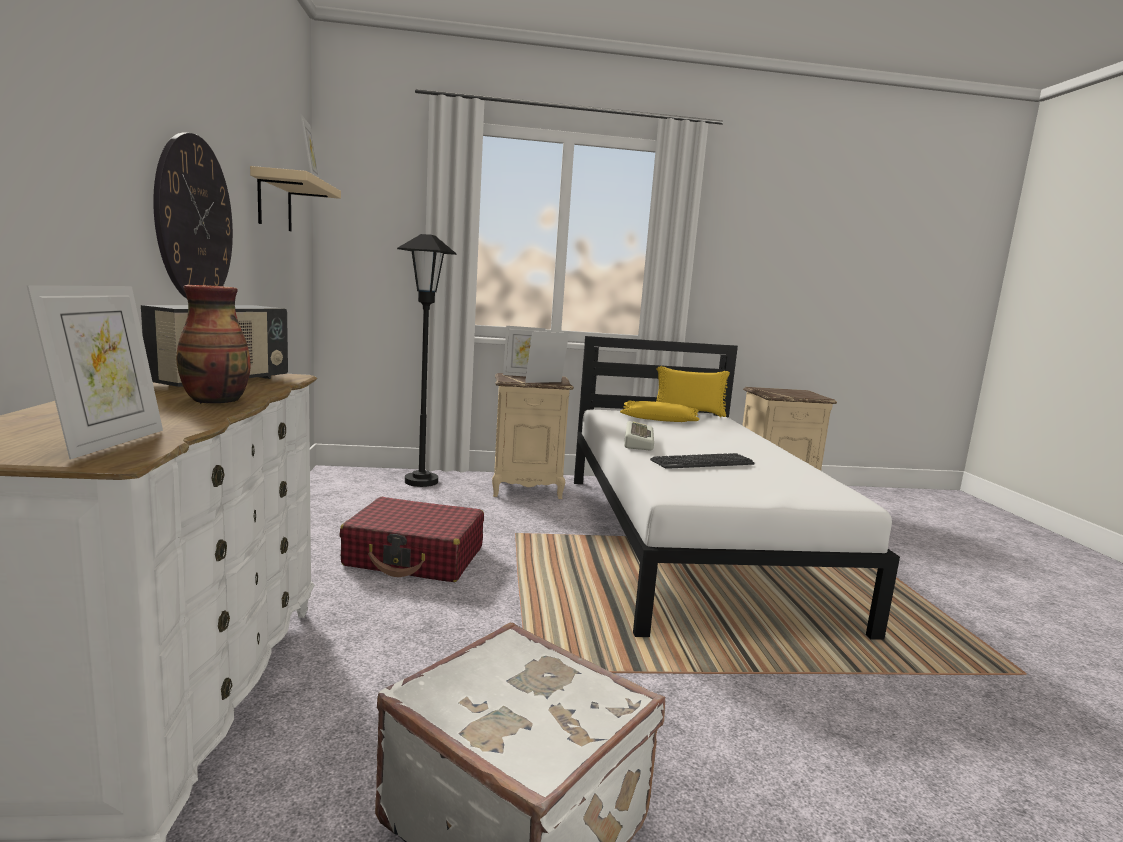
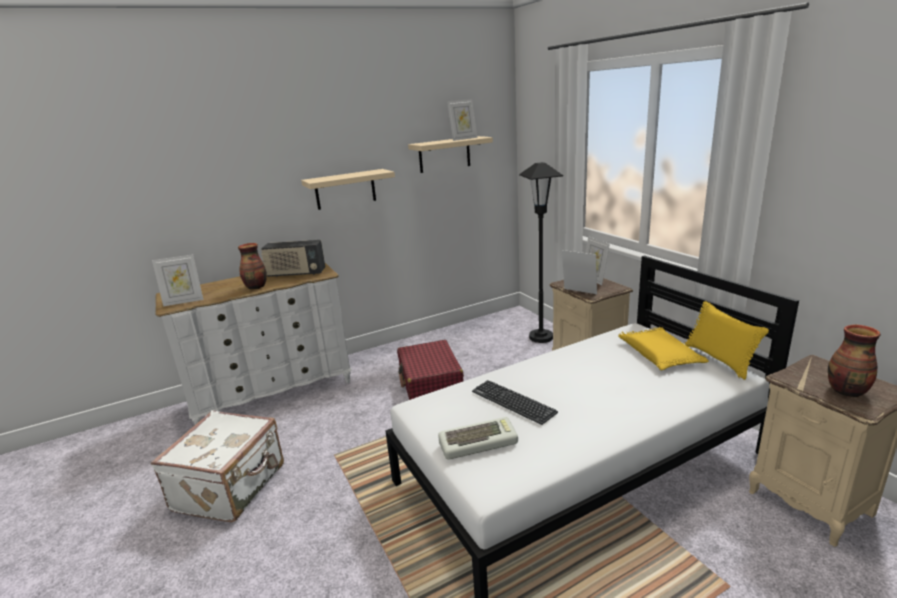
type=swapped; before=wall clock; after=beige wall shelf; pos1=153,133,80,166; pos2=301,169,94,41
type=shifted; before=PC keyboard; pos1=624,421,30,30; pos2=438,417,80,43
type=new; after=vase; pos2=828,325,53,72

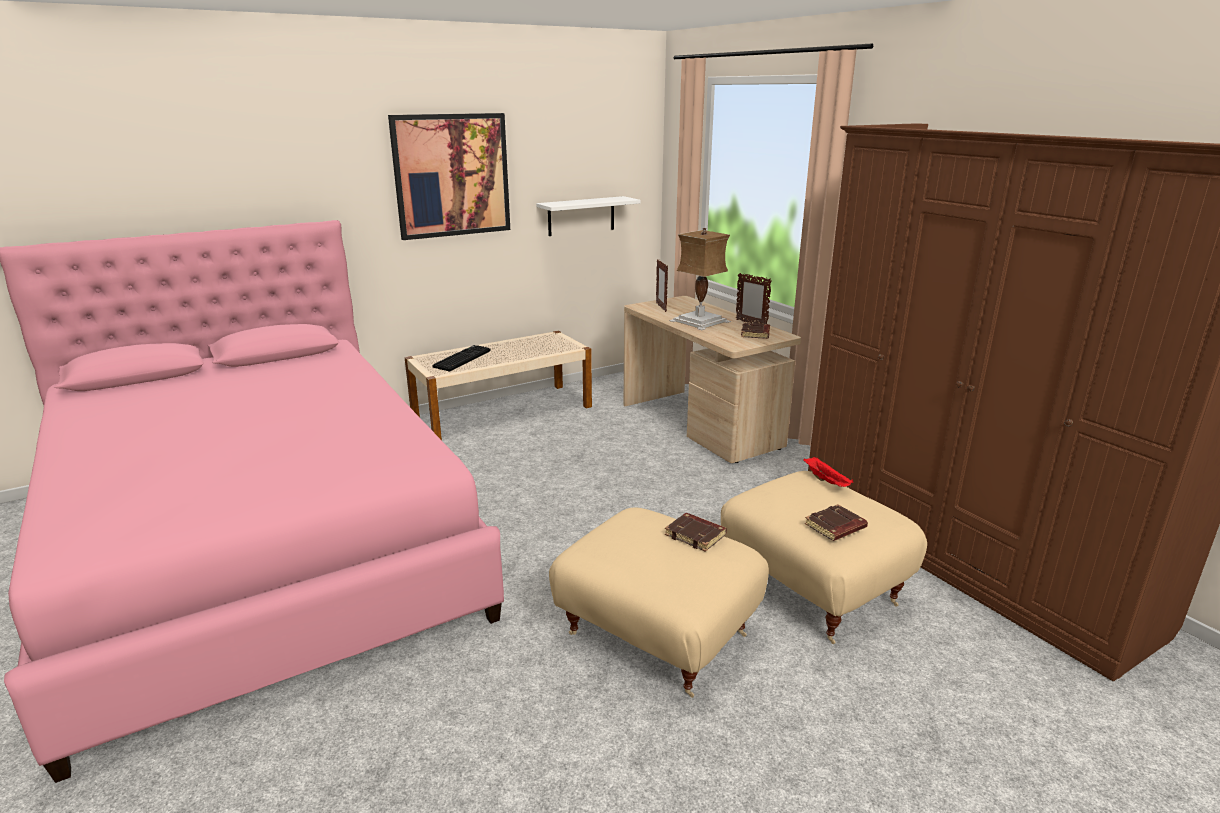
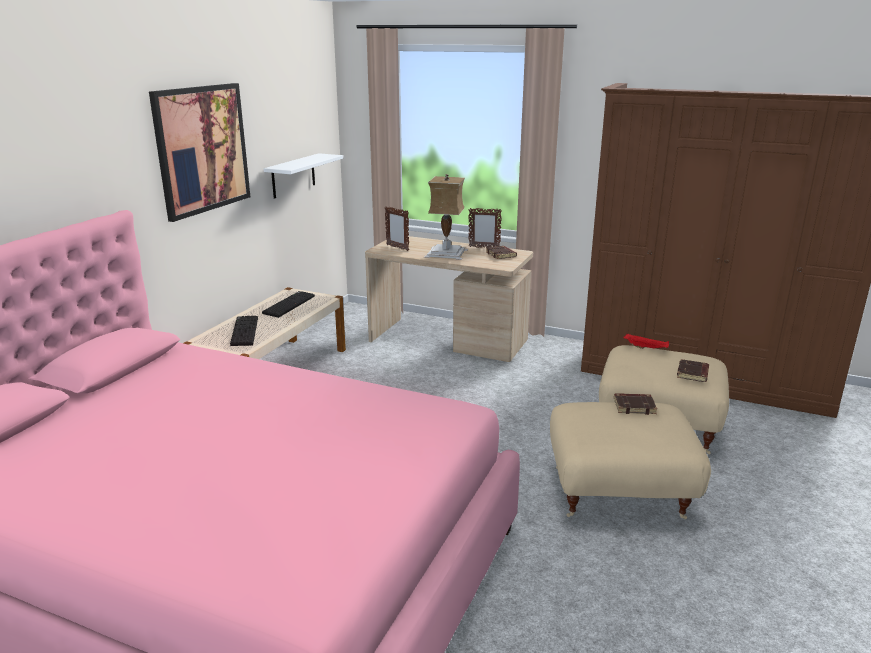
type=new; after=PC keyboard; pos2=262,291,53,27

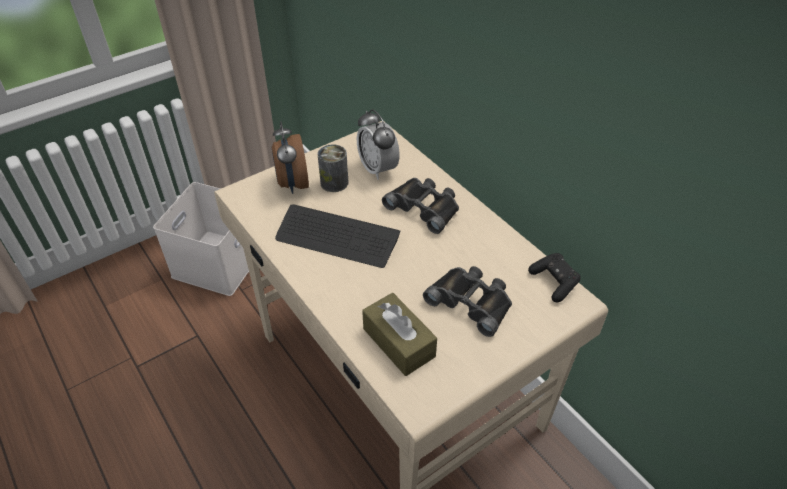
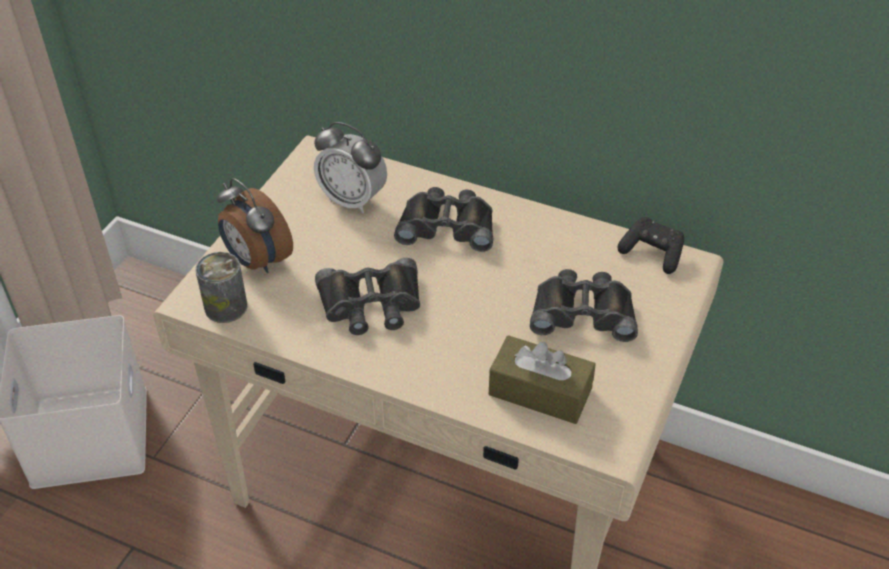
type=shifted; before=sealed can; pos1=318,144,31,48; pos2=196,252,51,71
type=swapped; before=PC keyboard; after=black-coloured binoculars; pos1=275,204,126,64; pos2=315,258,105,77

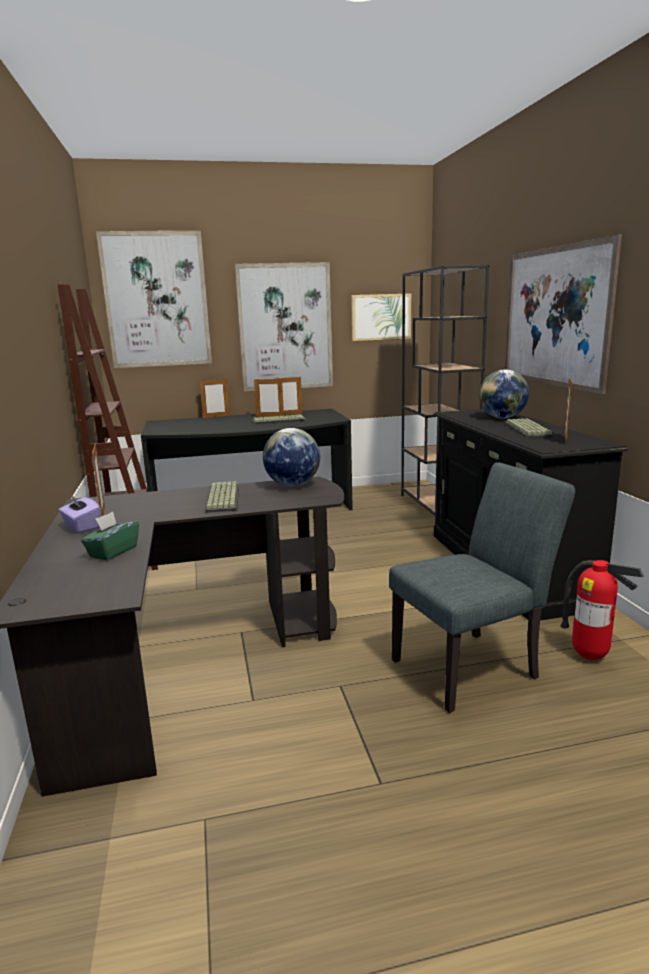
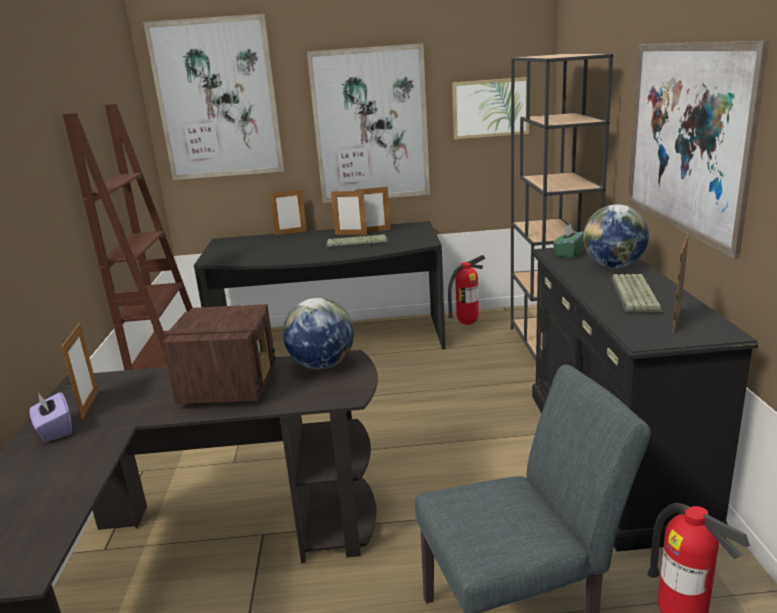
type=swapped; before=PC keyboard; after=radio receiver; pos1=205,481,34,32; pos2=162,304,114,100
type=new; after=fire extinguisher; pos2=448,255,37,70
type=shifted; before=greenish tissue holder; pos1=81,512,58,49; pos2=553,224,32,34

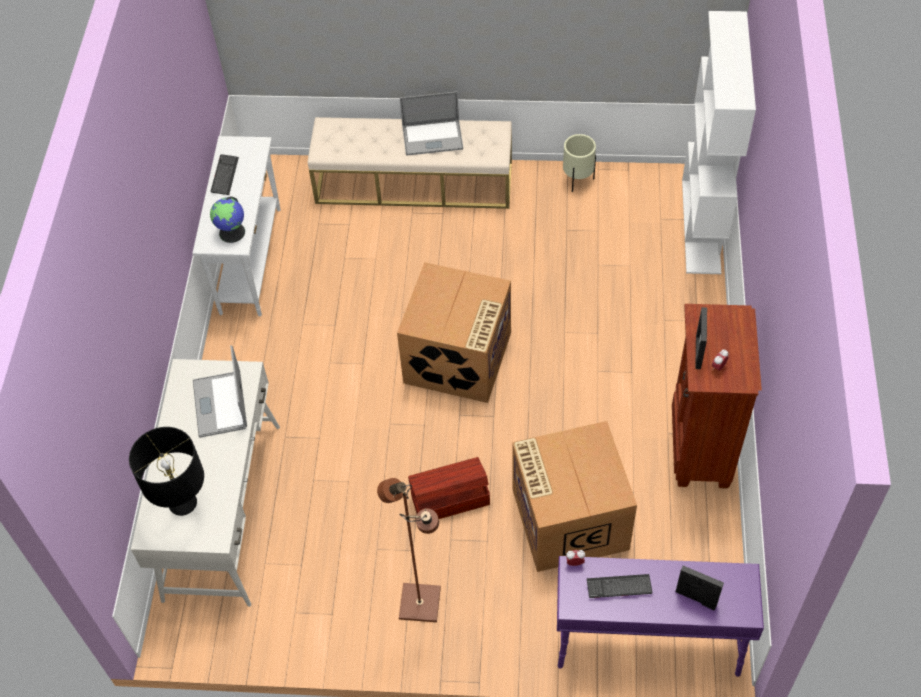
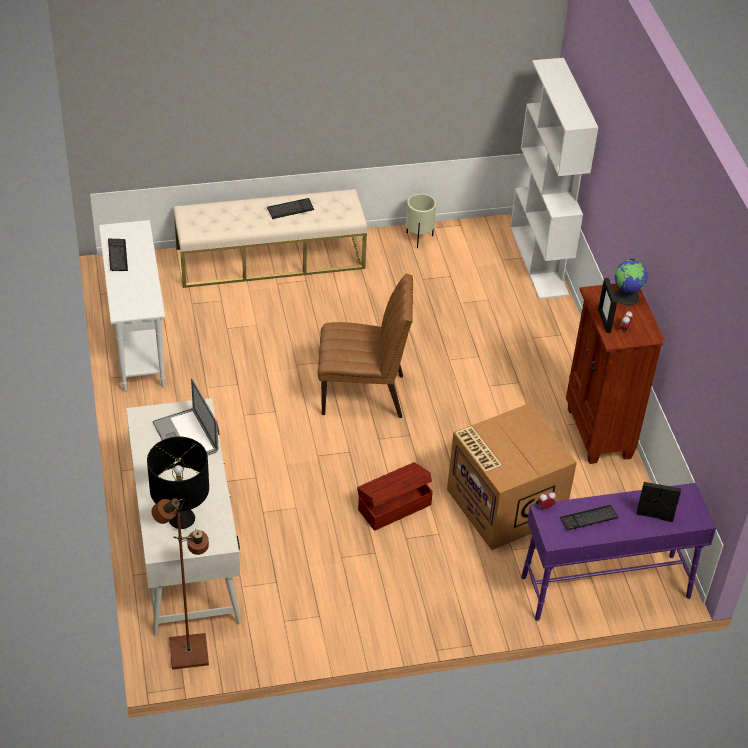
type=shifted; before=brownish standing lamp; pos1=377,478,64,144; pos2=151,498,58,172
type=swapped; before=laptop; after=PC keyboard; pos1=400,92,63,64; pos2=267,198,47,21
type=swapped; before=cardboard box; after=brownish plain chair; pos1=397,262,114,141; pos2=318,274,95,144
type=shifted; before=desk globe; pos1=210,197,35,46; pos2=614,259,33,47

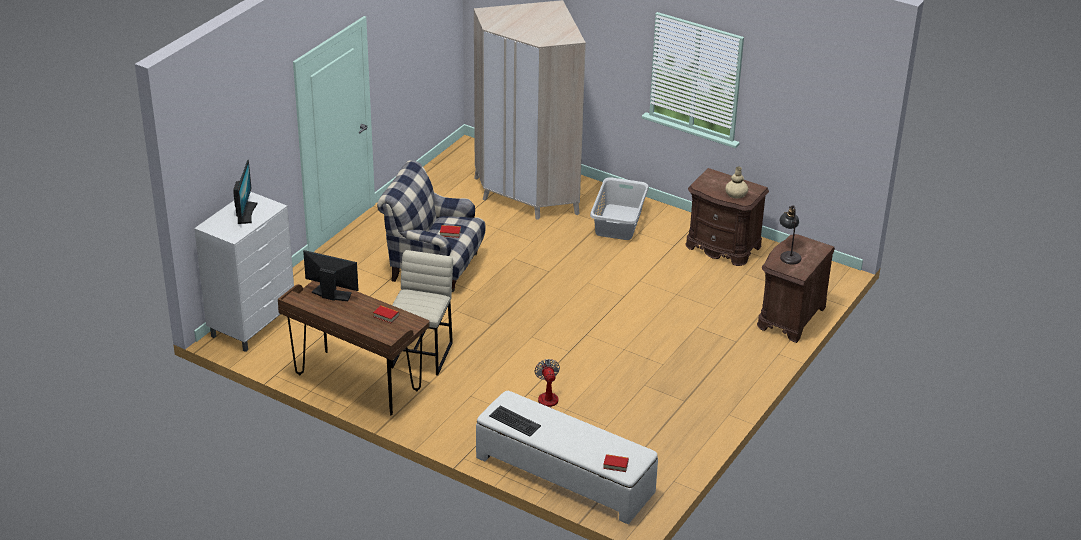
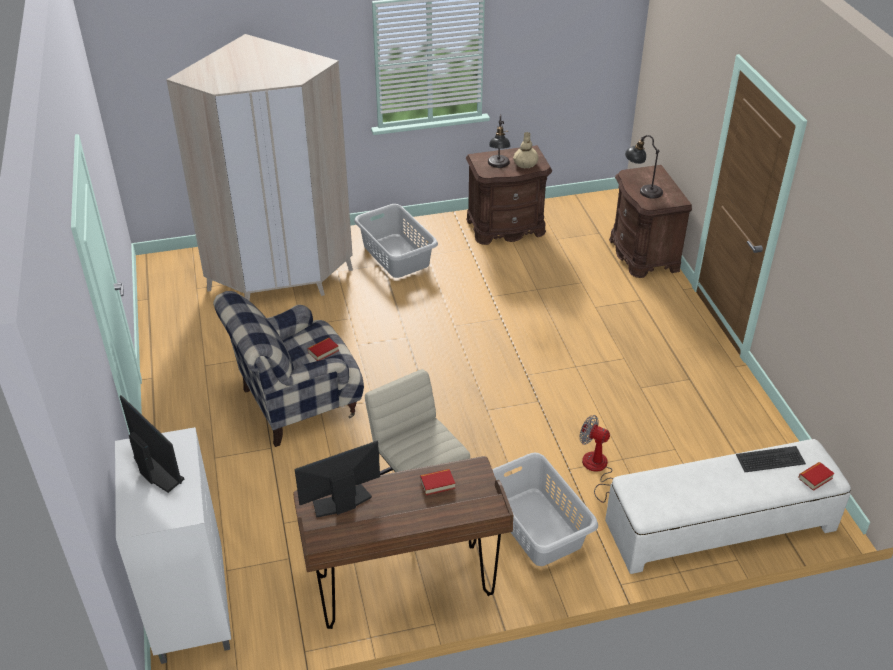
type=new; after=grey lamp for a table; pos2=488,114,23,54
type=new; after=grey washing basket; pos2=492,452,106,114
type=shifted; before=PC keyboard; pos1=489,406,52,30; pos2=736,446,70,26

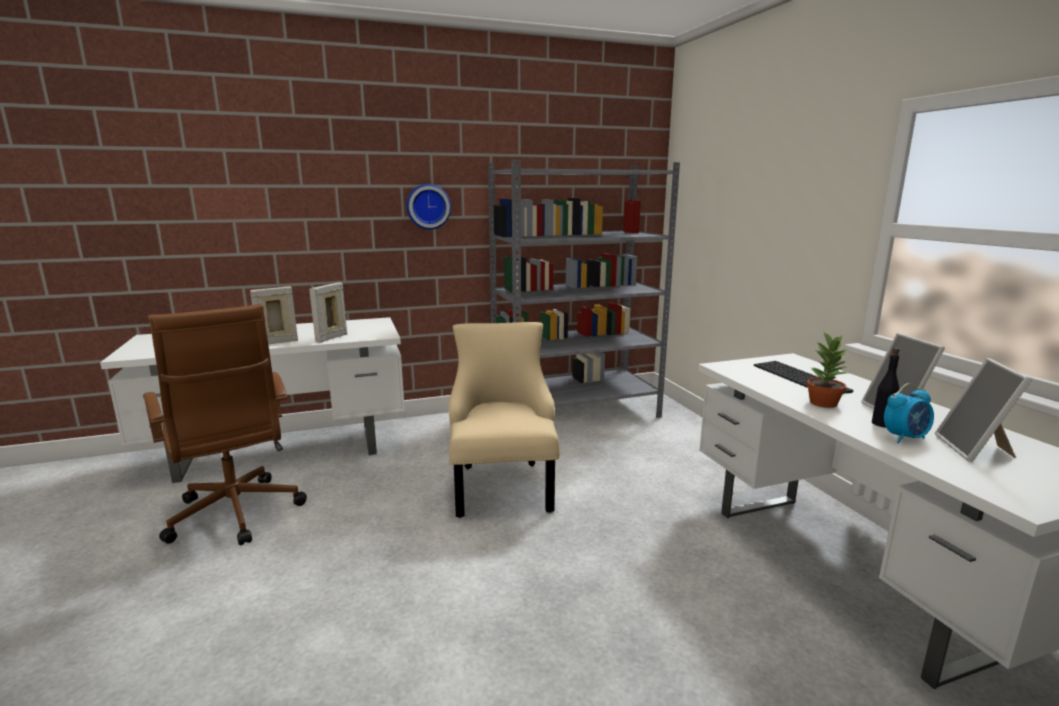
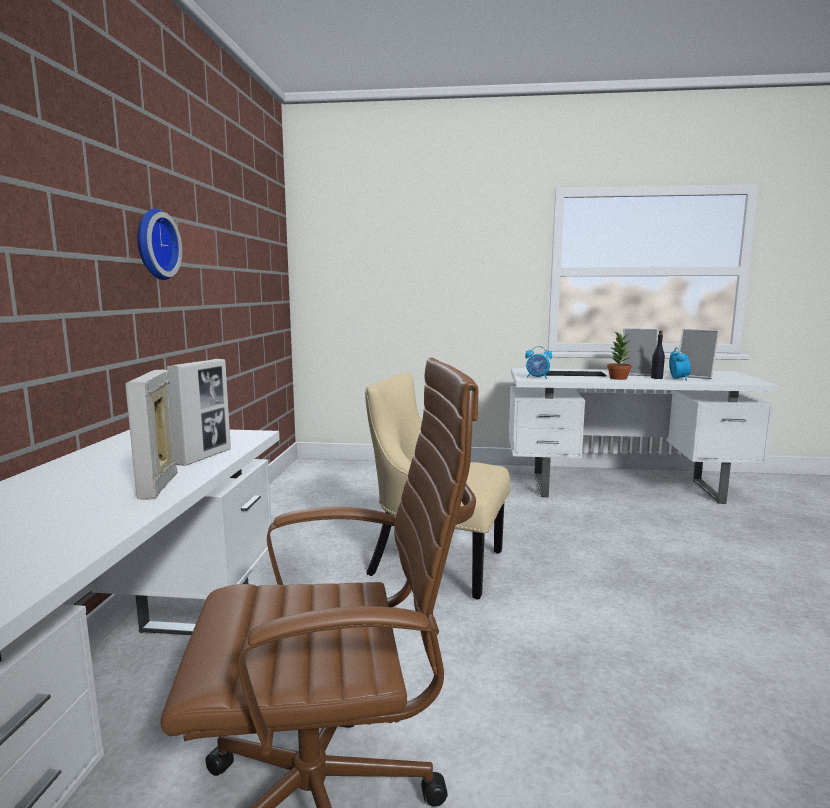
type=rotated; before=photo frame; pos1=309,283,38,60; pos2=167,359,64,107; turn=-120
type=new; after=alarm clock; pos2=525,346,27,33
type=gone; before=grey bookcase; pos1=488,160,192,258

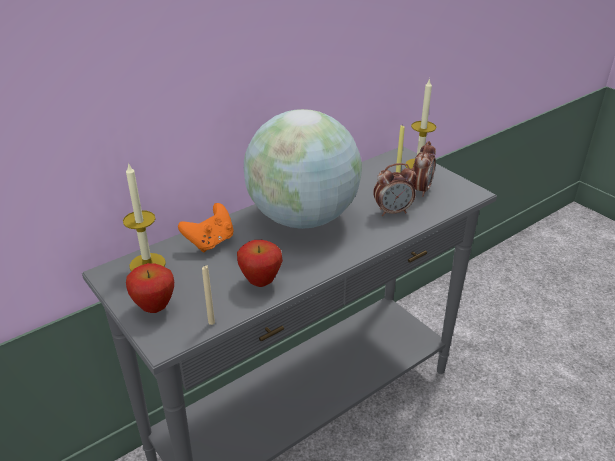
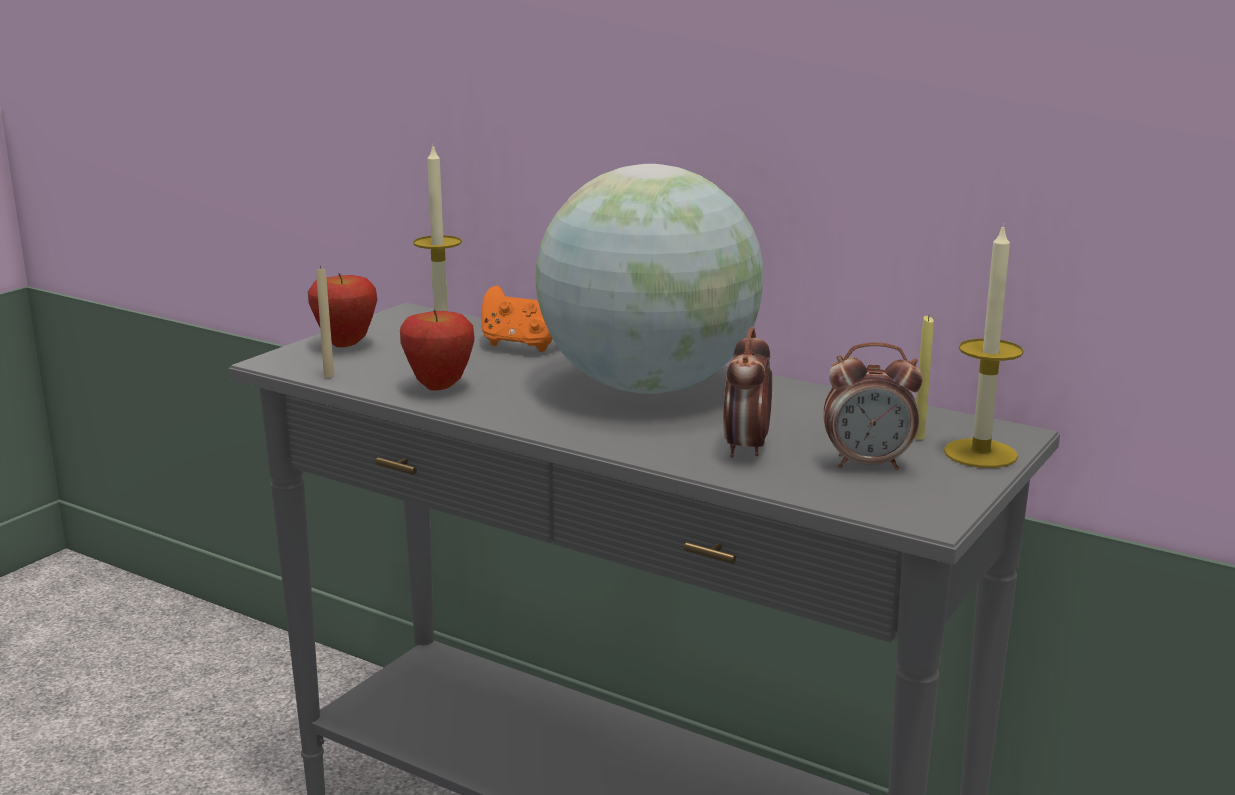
type=rotated; before=alarm clock; pos1=373,163,44,53; pos2=723,326,49,132; turn=45

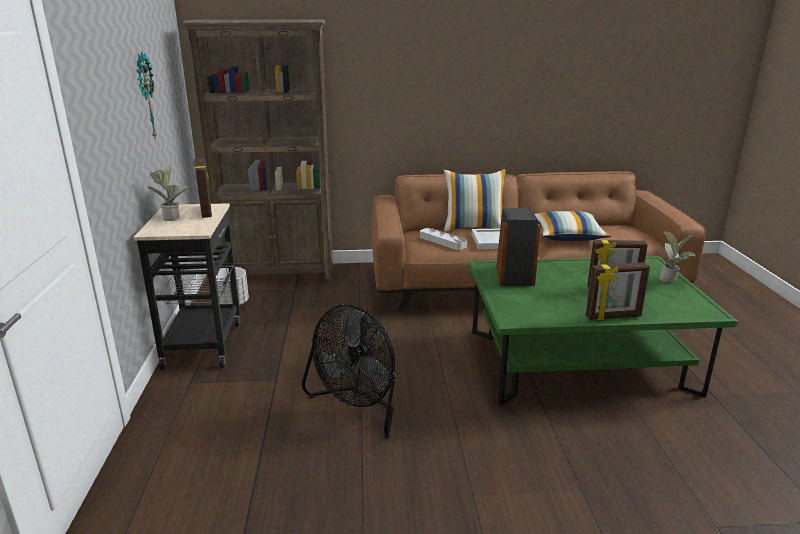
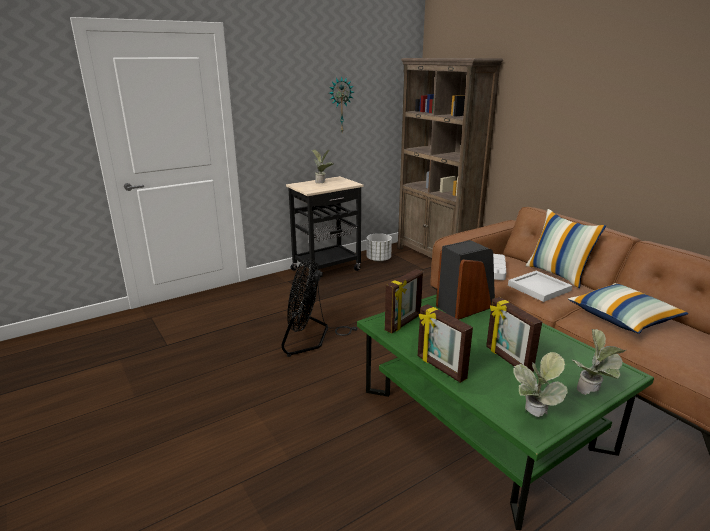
type=shifted; before=photo frame; pos1=194,158,18,60; pos2=385,269,38,64
type=new; after=potted plant; pos2=514,352,54,65

